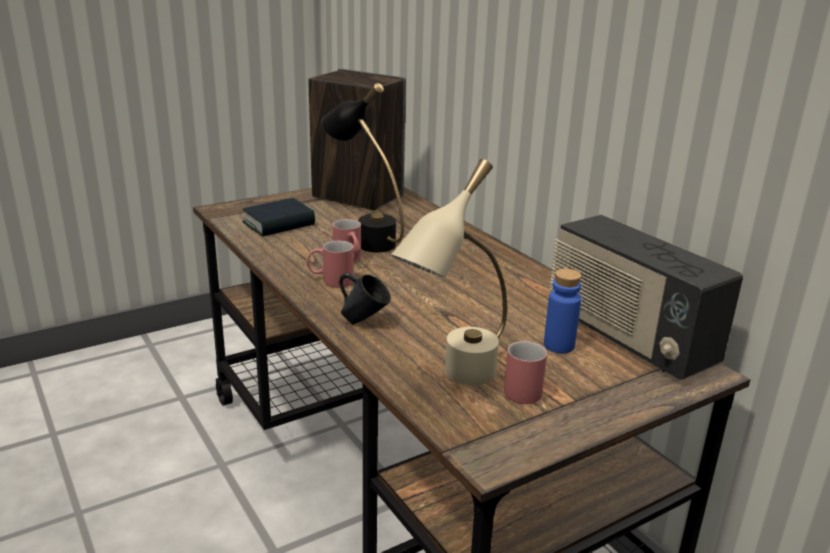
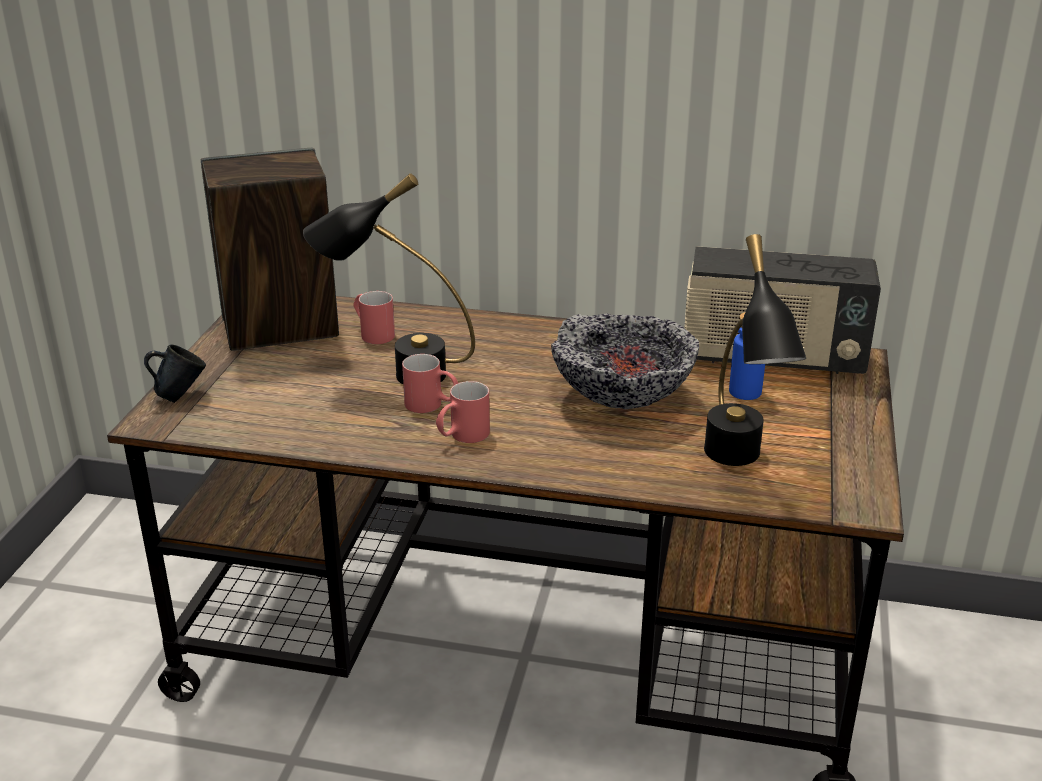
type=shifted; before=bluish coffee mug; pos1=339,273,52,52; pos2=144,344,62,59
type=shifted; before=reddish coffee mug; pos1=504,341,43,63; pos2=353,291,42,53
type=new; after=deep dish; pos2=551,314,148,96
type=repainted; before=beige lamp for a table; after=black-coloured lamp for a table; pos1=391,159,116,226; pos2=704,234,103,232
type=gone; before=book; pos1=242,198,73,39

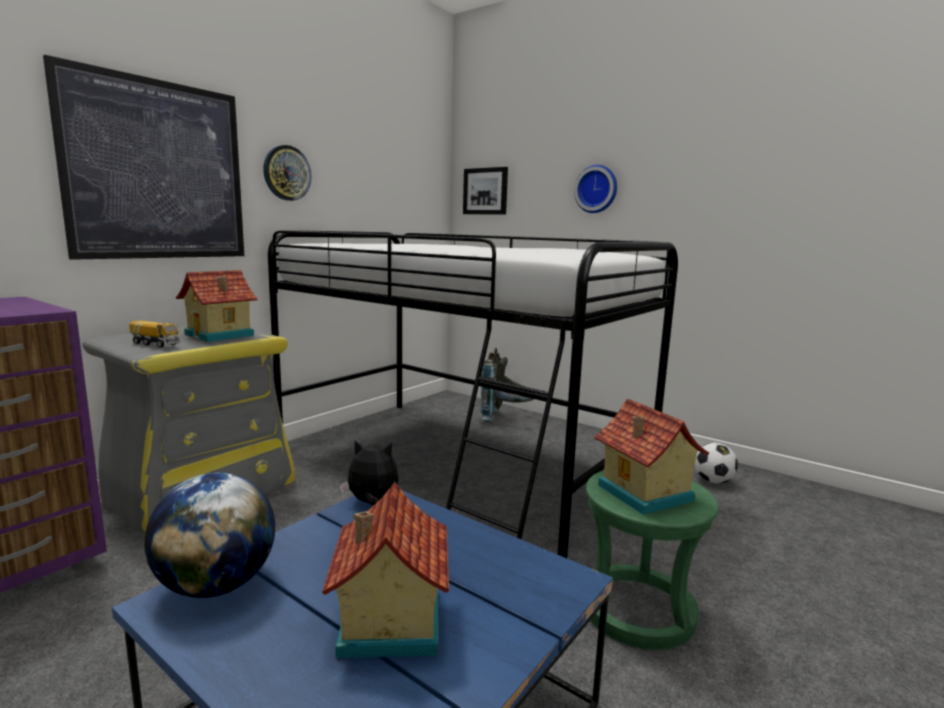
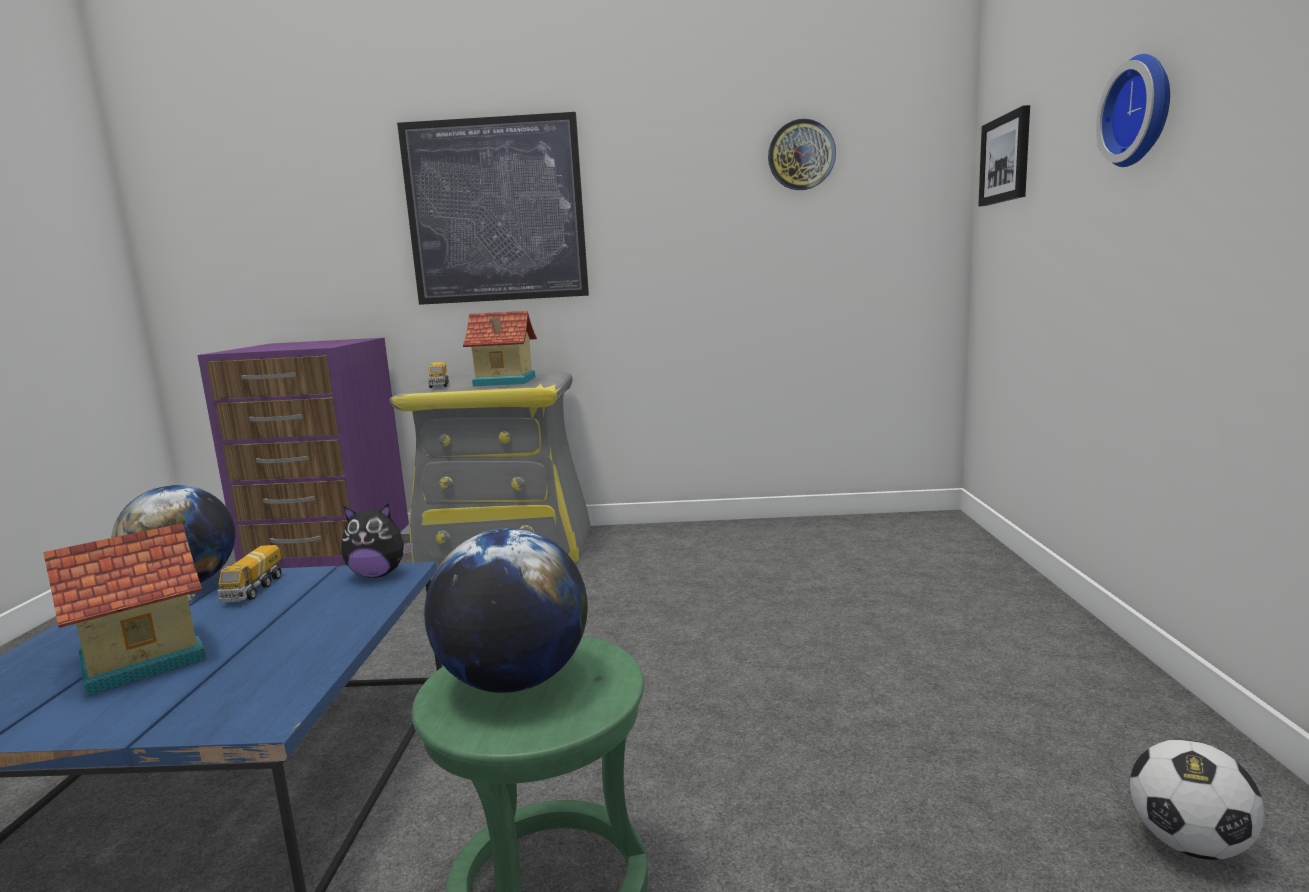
type=new; after=model truck; pos2=217,545,65,57
type=rotated; before=soft toy; pos1=340,440,58,66; pos2=341,504,73,74; turn=120
type=swapped; before=miniature house; after=desk globe; pos1=594,398,115,116; pos2=424,528,164,165
type=shifted; before=wall clock; pos1=263,145,49,56; pos2=768,119,68,71
type=gone; before=black-coloured bedroom bed; pos1=268,230,410,328
type=gone; before=grey knapsack; pos1=480,348,55,74

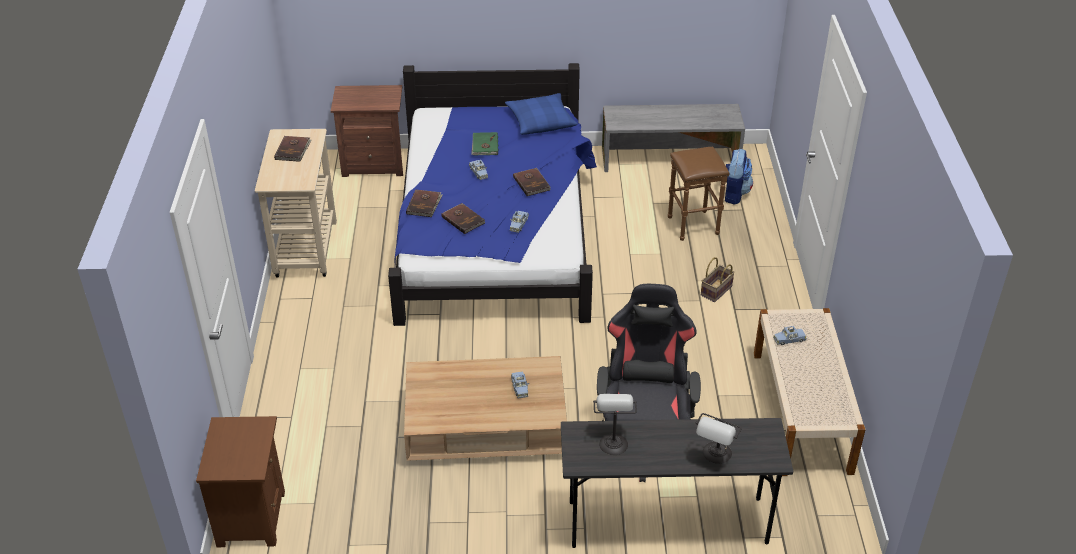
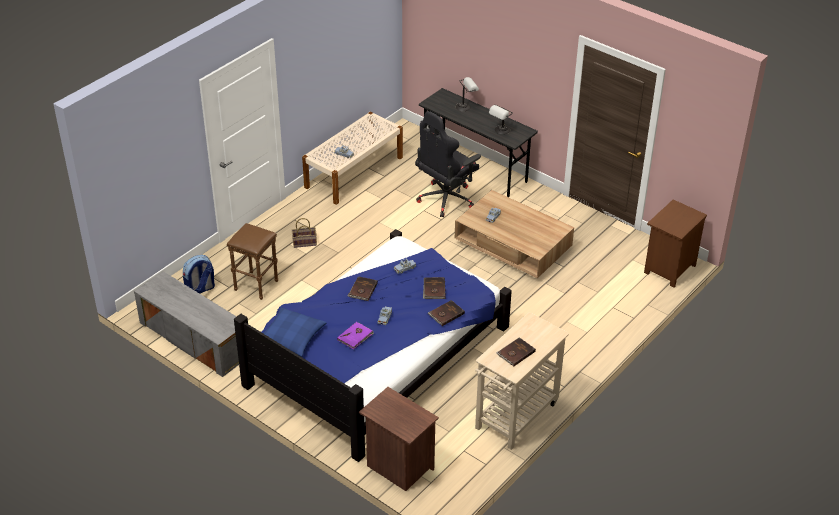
type=repainted; before=greenish book; after=purplish book; pos1=471,132,28,23; pos2=337,322,37,28

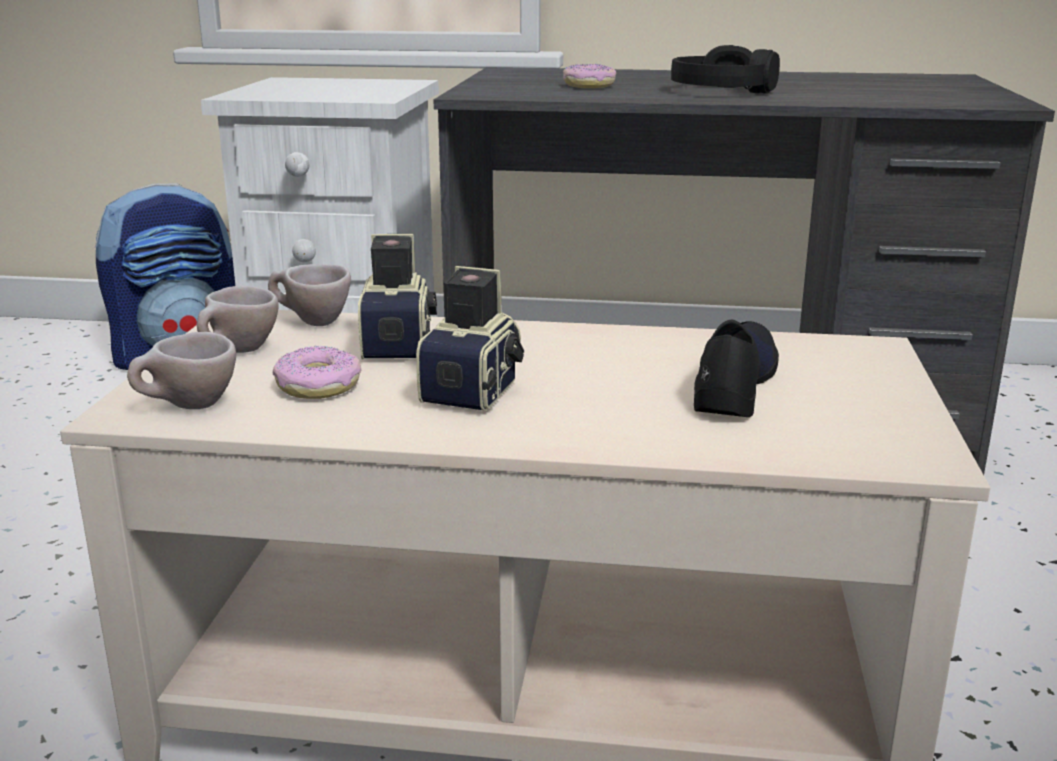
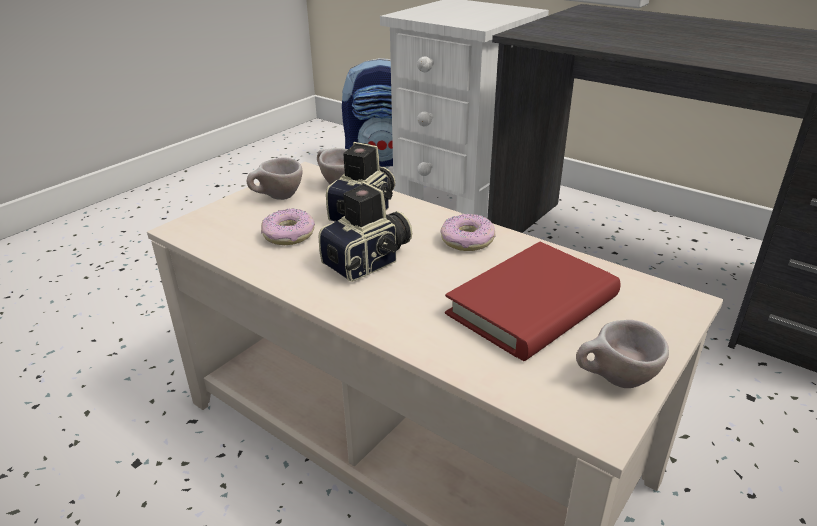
type=shifted; before=donut; pos1=563,64,53,24; pos2=440,214,56,37
type=swapped; before=black-coloured item of footwear; after=reddish book; pos1=694,320,85,97; pos2=445,242,175,119
type=shifted; before=beige small cup; pos1=127,332,109,77; pos2=576,320,93,68
type=gone; before=black-coloured pair of headphones; pos1=671,45,109,48

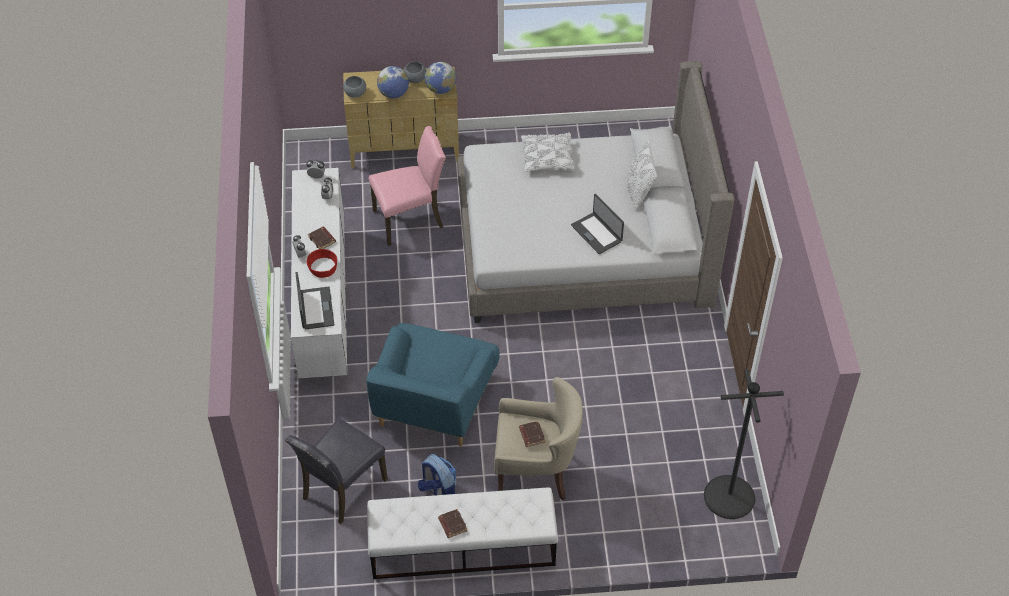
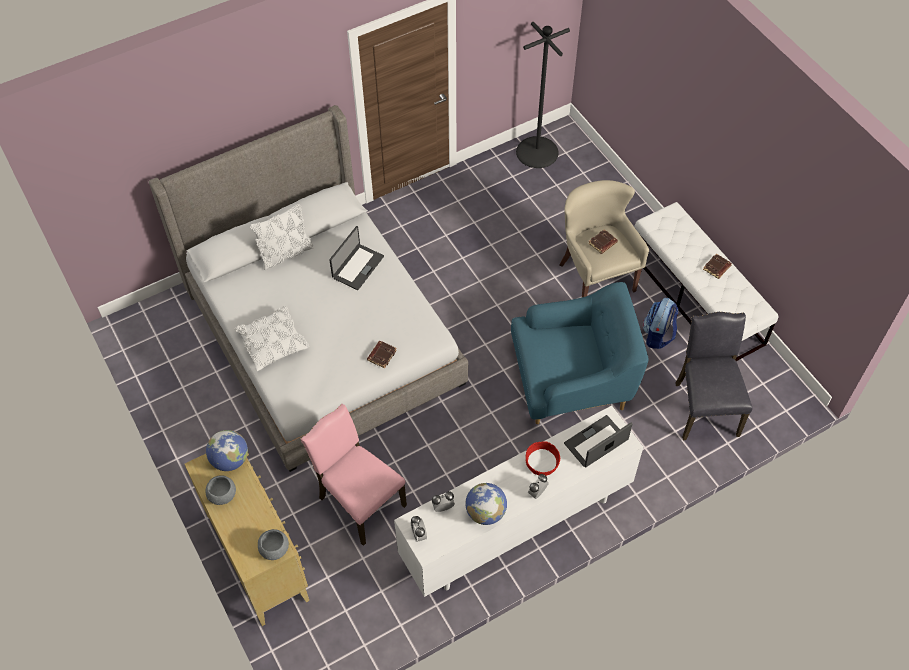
type=shifted; before=brownish book; pos1=308,226,28,23; pos2=367,341,30,28
type=shifted; before=desk globe; pos1=377,66,32,33; pos2=465,483,42,42
type=rotated; before=grey plain chair; pos1=285,418,103,106; pos2=675,312,77,128; turn=-105

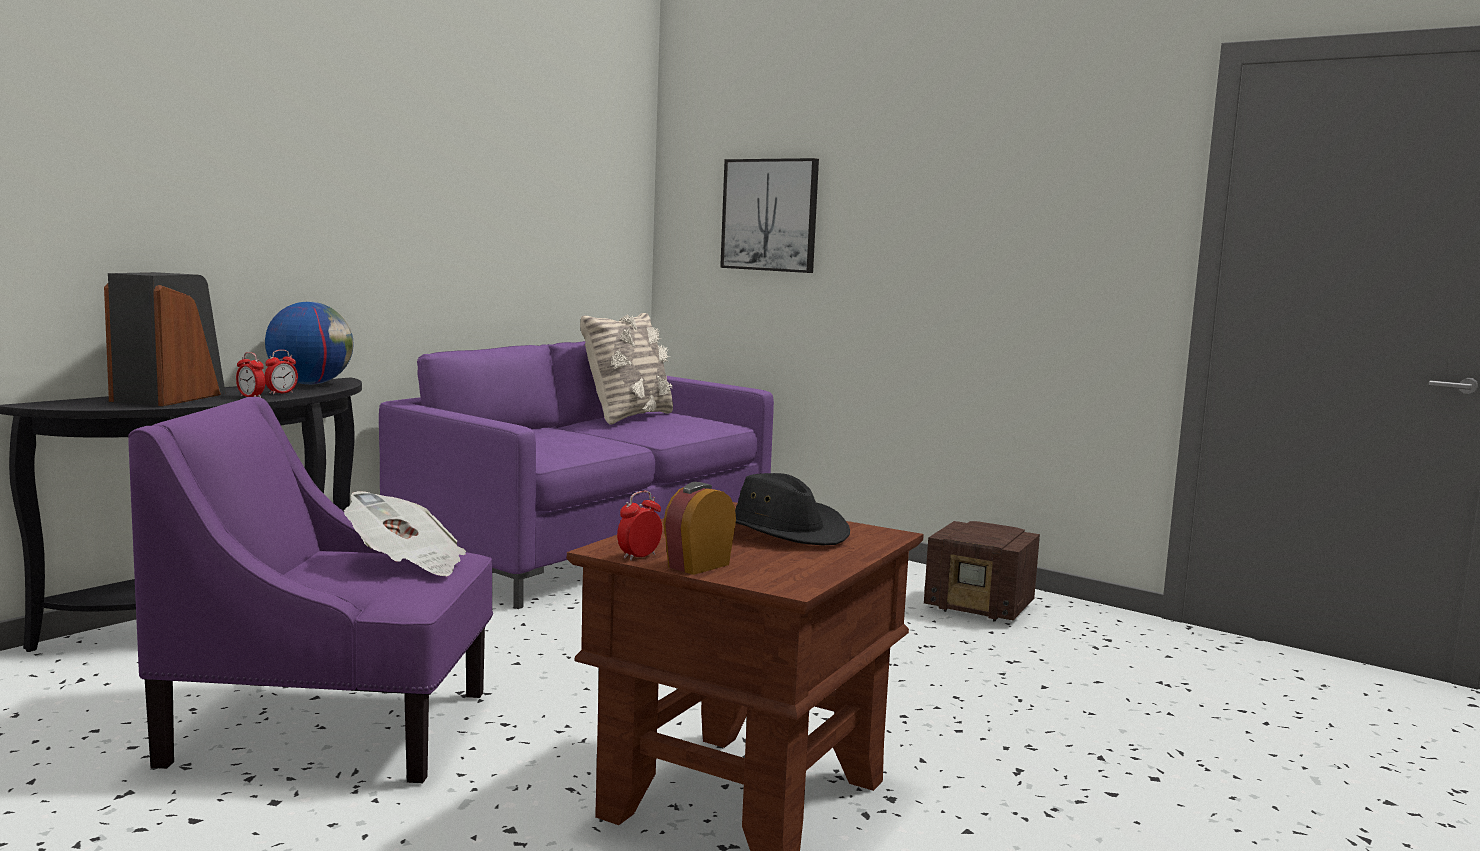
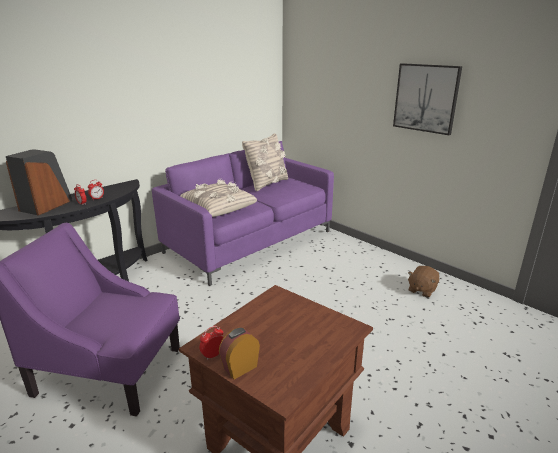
type=new; after=beige pillow; pos2=180,179,77,38
type=shifted; before=wall art; pos1=720,158,99,115; pos2=393,63,69,72
type=swapped; before=radio receiver; after=brownish soft toy; pos1=924,521,116,101; pos2=408,266,31,31
type=gone; before=desk globe; pos1=265,302,89,83
type=gone; before=daily paper; pos1=344,491,122,85
type=gone; before=black-coloured hat; pos1=735,473,115,73

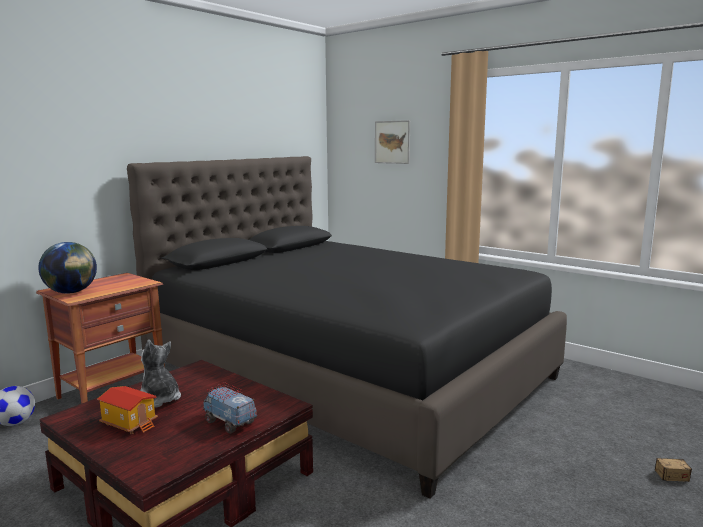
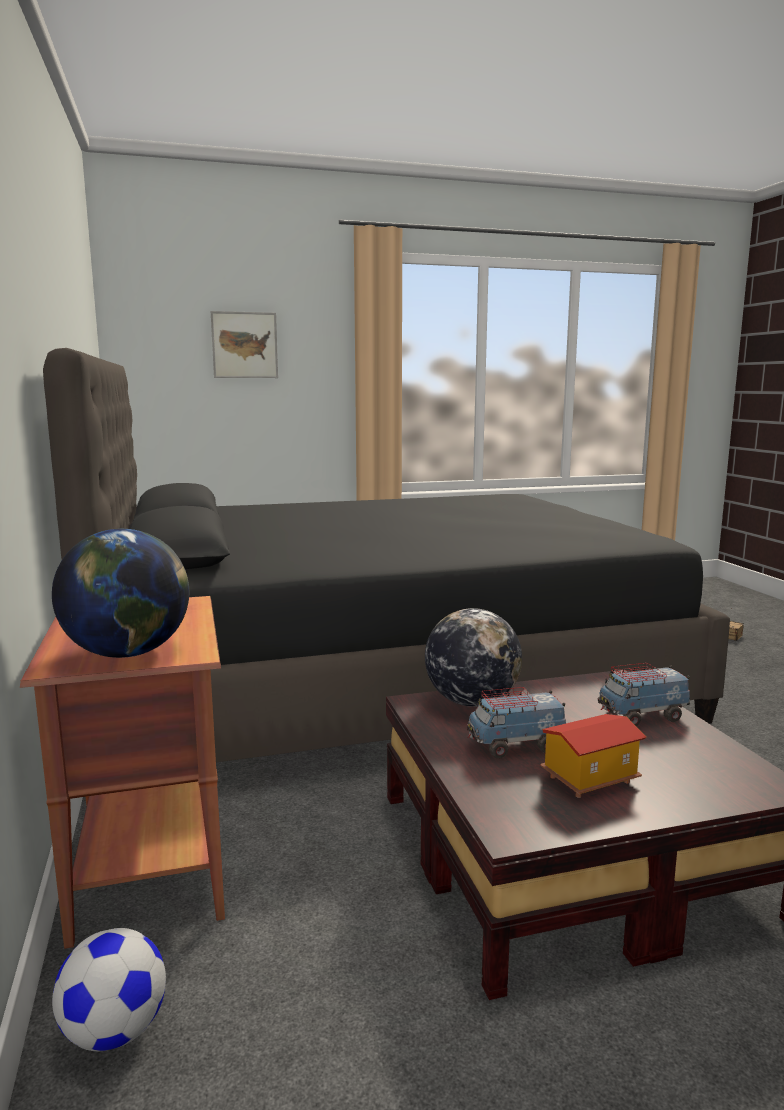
type=new; after=desk globe; pos2=425,608,97,99
type=swapped; before=soft toy; after=model truck; pos1=140,340,41,68; pos2=467,687,99,72

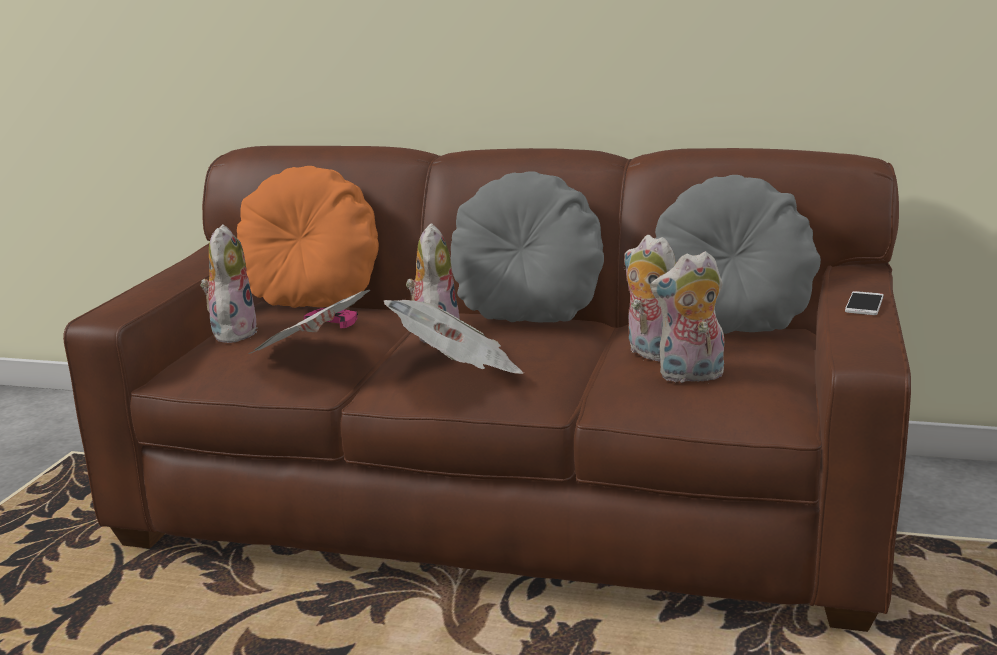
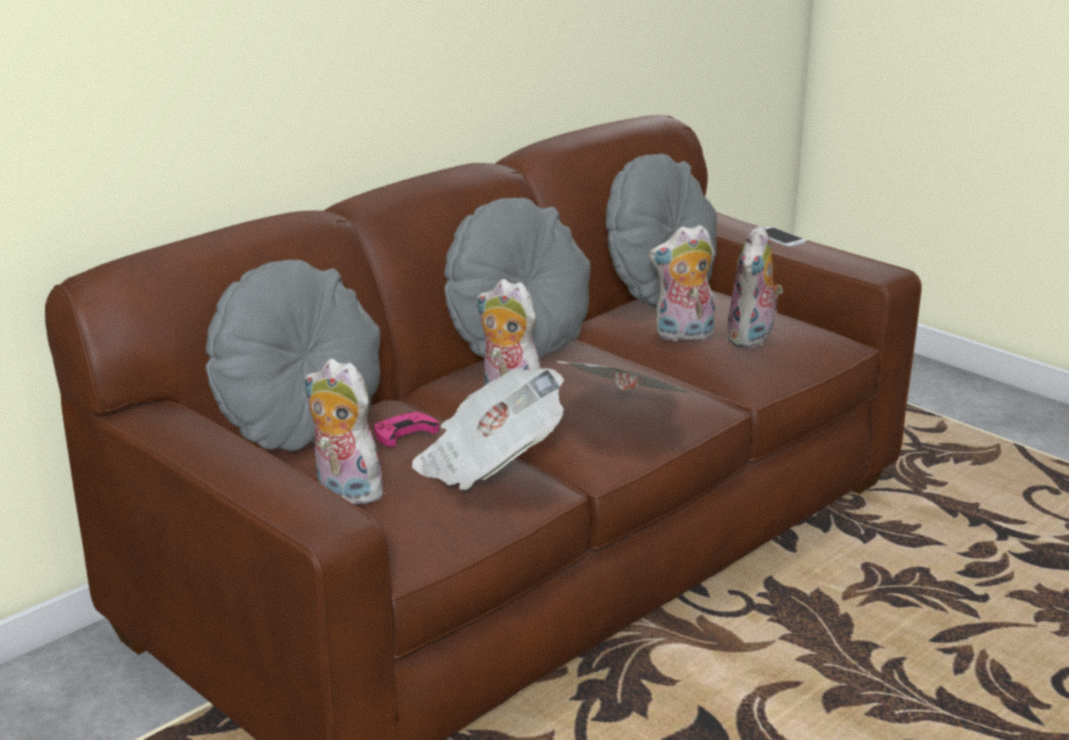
type=repainted; before=orange-coloured pillow; after=grey pillow; pos1=237,166,142,142; pos2=206,260,174,191

